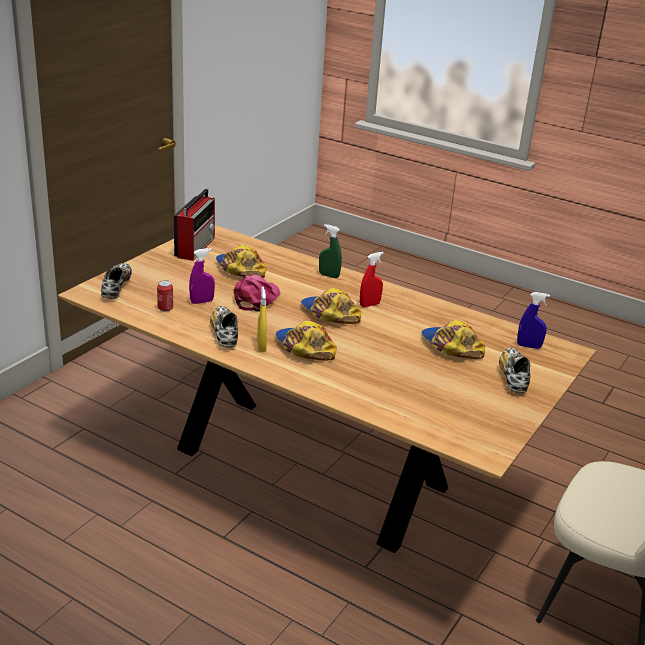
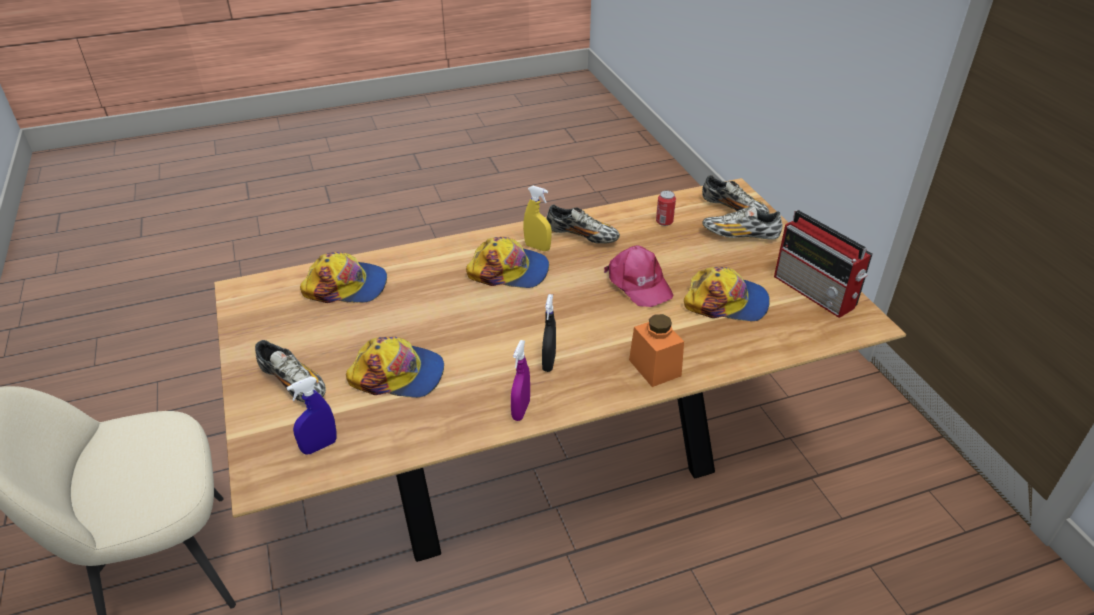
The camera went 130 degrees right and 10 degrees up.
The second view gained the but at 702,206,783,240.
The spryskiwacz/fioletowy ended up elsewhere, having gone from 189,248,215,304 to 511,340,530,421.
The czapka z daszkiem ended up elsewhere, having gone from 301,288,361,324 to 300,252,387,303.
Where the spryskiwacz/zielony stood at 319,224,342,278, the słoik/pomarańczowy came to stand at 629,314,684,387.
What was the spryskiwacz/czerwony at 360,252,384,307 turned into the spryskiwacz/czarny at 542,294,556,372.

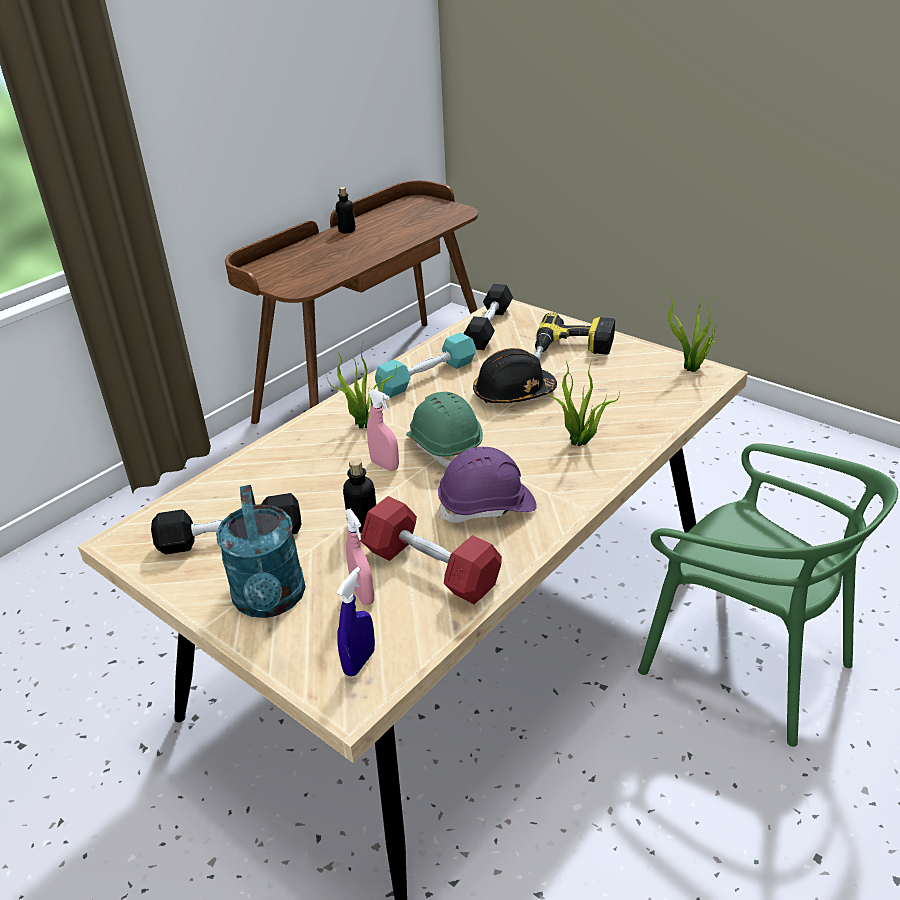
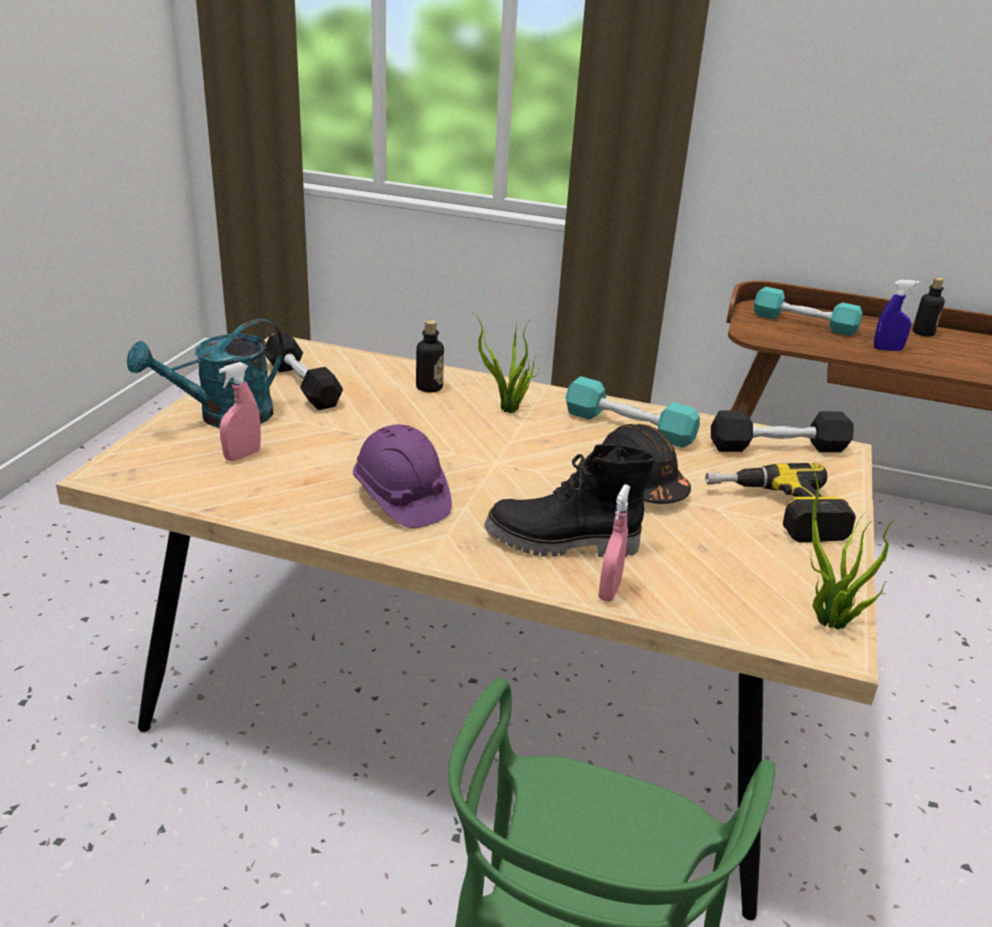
The camera went 65 degrees right and 5 degrees down.
The second view lost the hantel/czerwony at 360,496,502,604.
The second view lost the kask/zielony at 406,392,483,467.
The second view gained the hantel/turkusowy at 754,287,862,336.
The spryskiwacz/niebieski ended up elsewhere, having gone from 337,567,375,677 to 874,280,919,351.
The butelka ended up elsewhere, having gone from 343,459,377,533 to 416,320,444,392.
The spryskiwacz/różowy ended up elsewhere, having gone from 367,389,399,471 to 598,484,630,602.
Where the roślina doniczkowa stood at 546,357,620,446, the but z cholewką/czarny came to stand at 484,444,655,557.

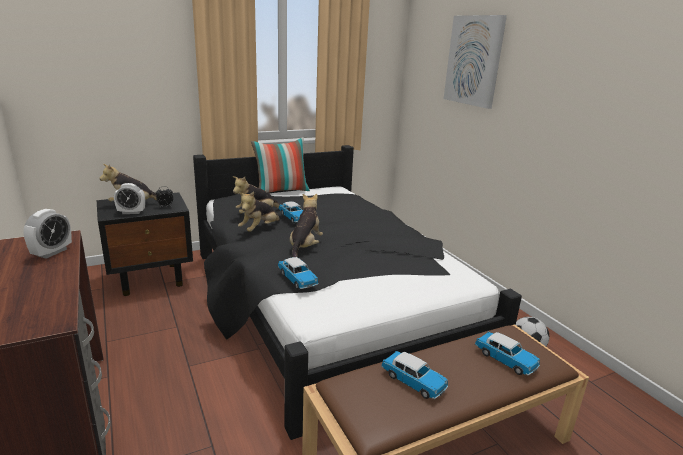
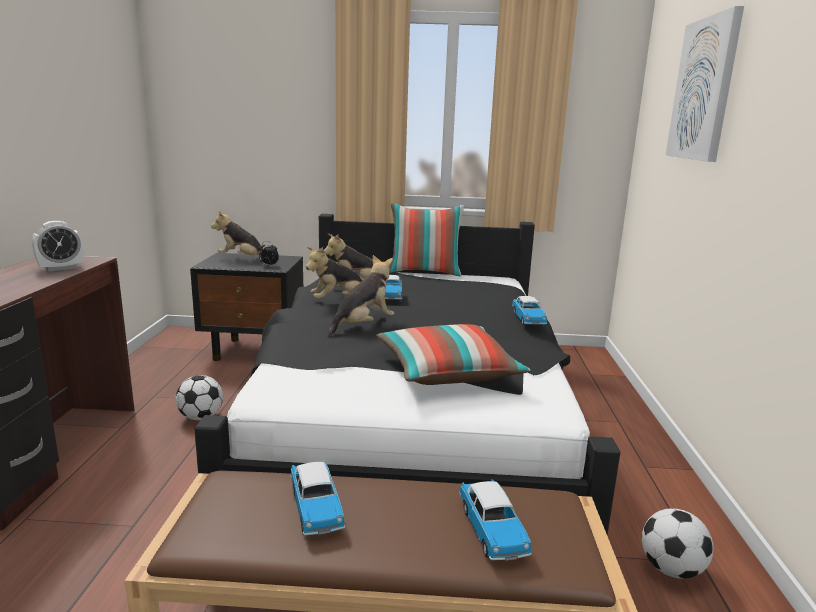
The camera went 30 degrees right and 5 degrees down.
The second view lost the budzik at 114,183,145,214.
The second view gained the piłka futbolowa at 176,375,223,420.
The second view gained the poduszka at 376,324,531,385.
The samochodzik ended up elsewhere, having gone from 278,257,319,290 to 512,296,547,326.

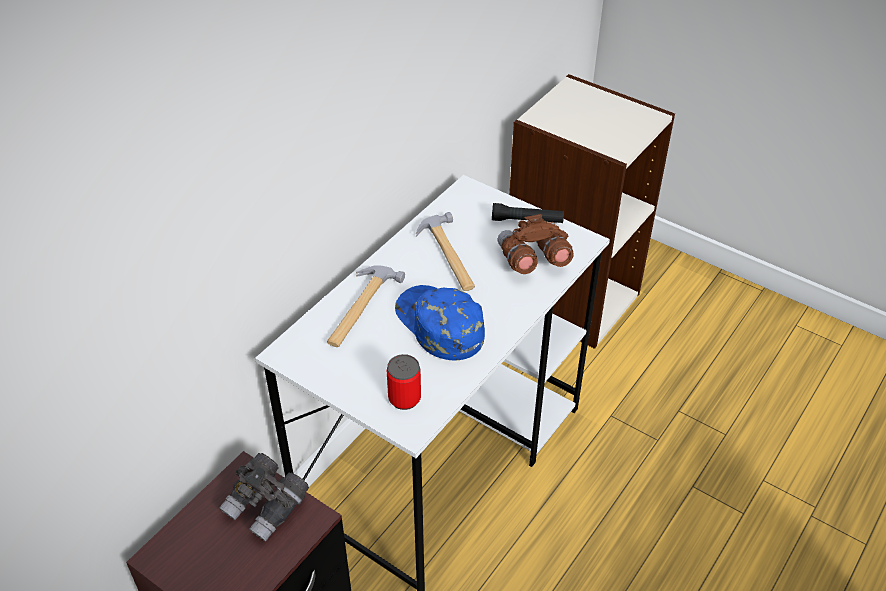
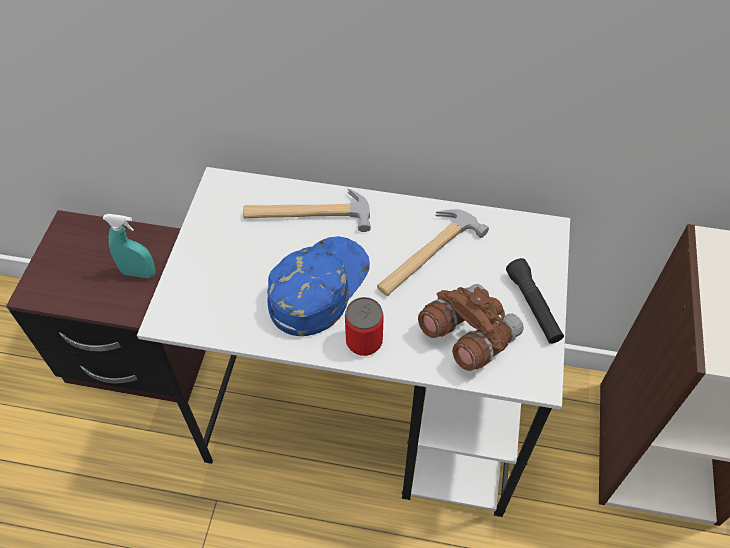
The camera went 65 degrees right and 10 degrees up.
The puszka ended up elsewhere, having gone from 387,354,421,410 to 345,297,384,356.
Where the lornetka/szary stood at 219,453,309,541, the spryskiwacz/turkusowy came to stand at 103,214,156,278.

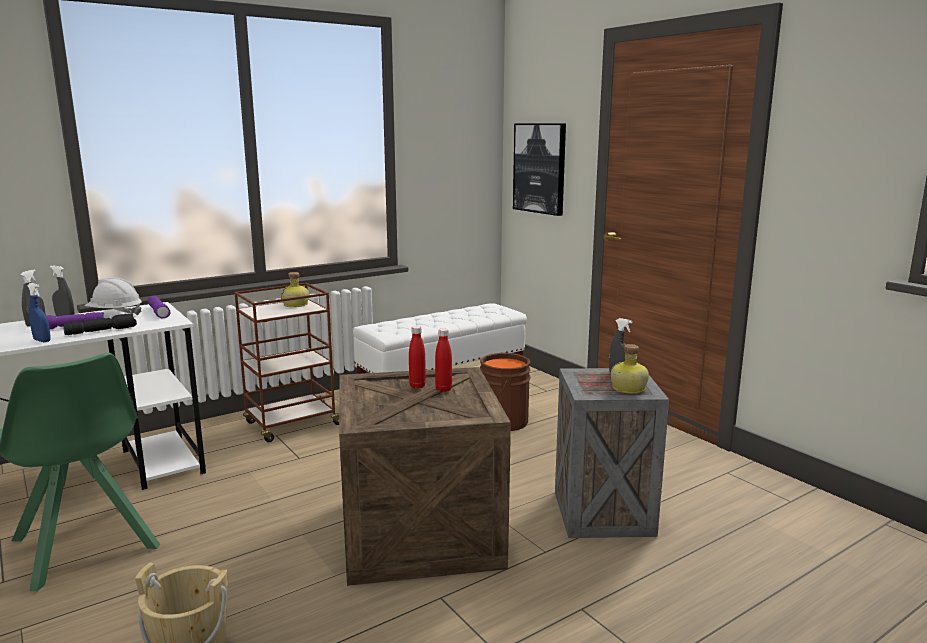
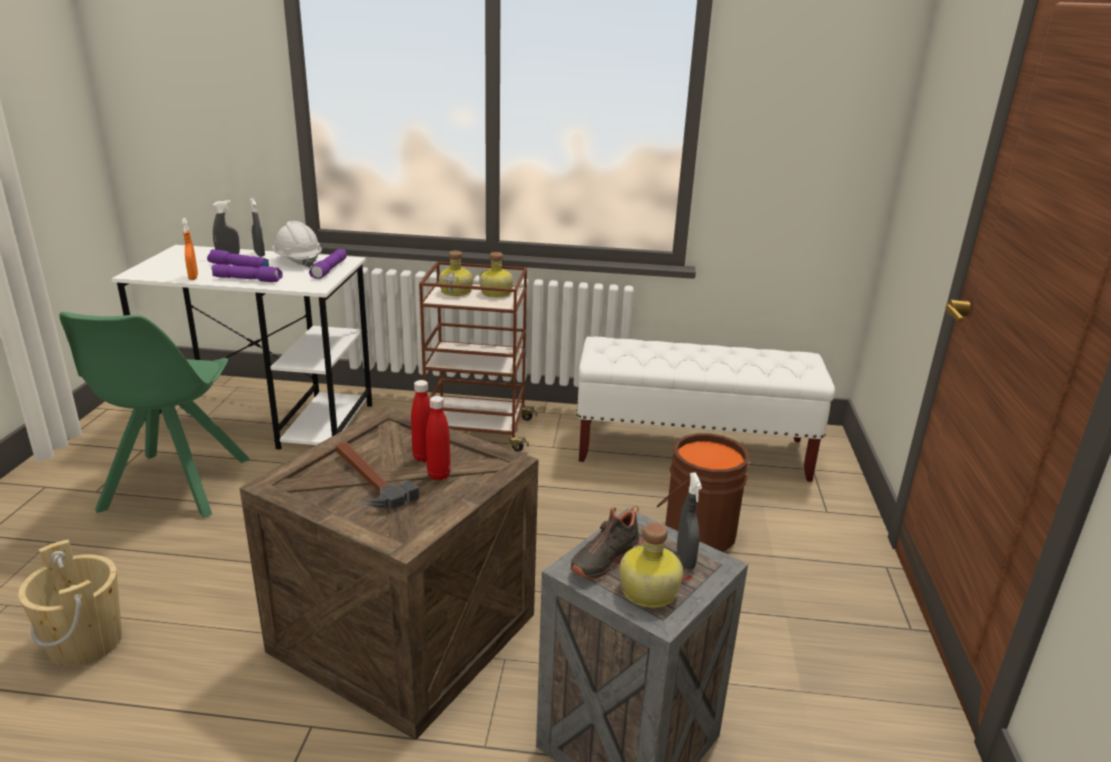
The camera went 40 degrees right and 10 degrees up.
The second view lost the obraz at 513,123,566,216.
The second view gained the młotek at 336,442,419,510.
The second view gained the butelka at 439,251,473,296.
The second view gained the but/czarny at 571,506,639,579.
What was the spryskiwacz/niebieski at 27,283,51,342 turned into the spryskiwacz/pomarańczowy at 182,218,198,280.
What was the latarka/czarny at 63,313,137,335 turned into the latarka/fioletowy at 211,264,283,282.

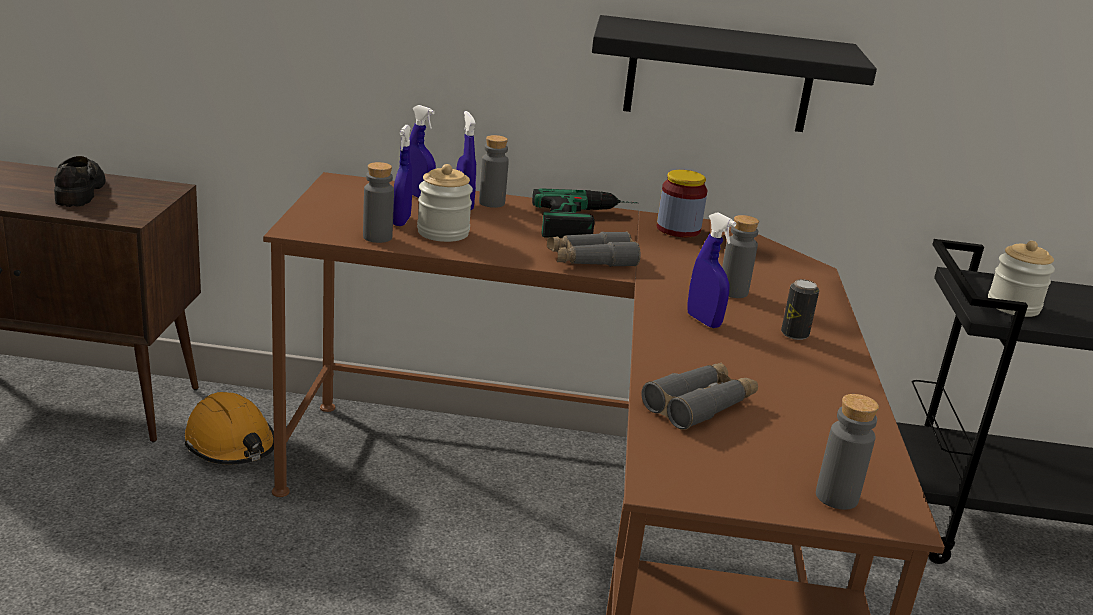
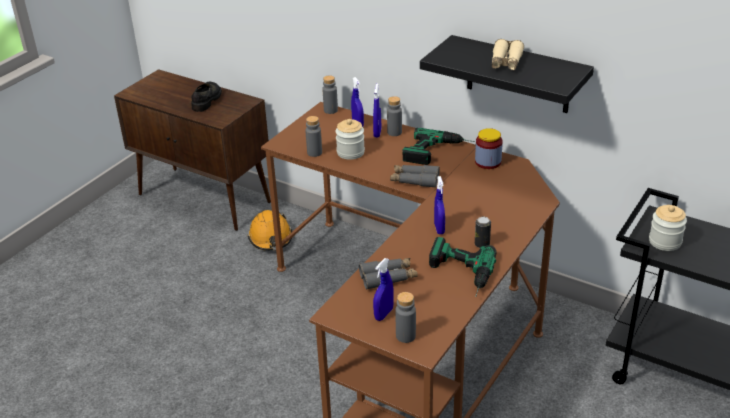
The camera went 30 degrees right and 10 degrees up.
The second view gained the wiertarka at 429,237,497,295.
The second view gained the lornetka/beżowy at 492,39,524,70.
The spryskiwacz/niebieski ended up elsewhere, having gone from 393,125,413,226 to 373,258,394,321.
The butelka/szary ended up elsewhere, having gone from 722,215,759,298 to 323,75,338,114.

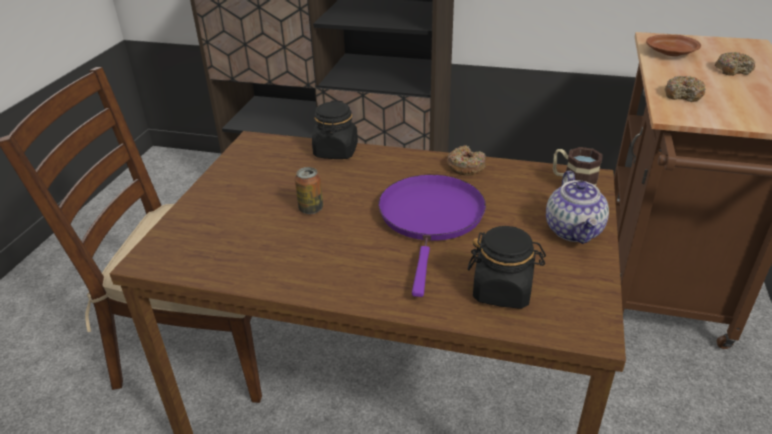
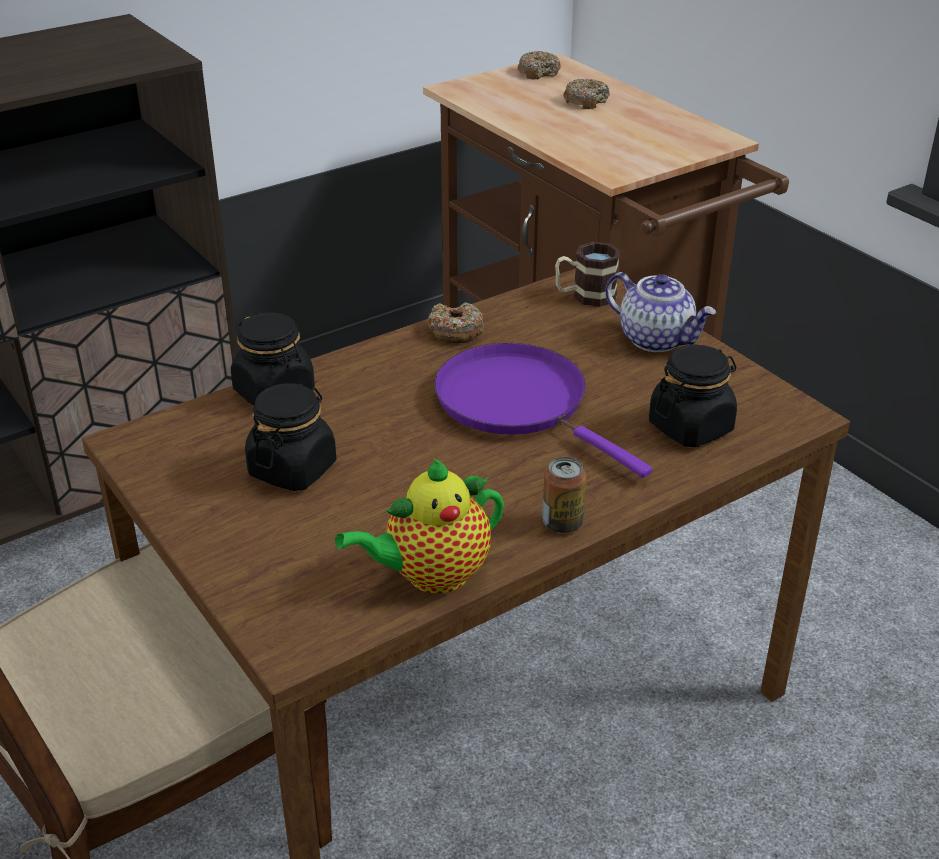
The camera went 50 degrees left and 0 degrees up.
The second view lost the talerz/brązowy at 646,35,701,56.
The second view gained the słoik/czarny at 245,383,337,491.
The second view gained the imbryk at 335,459,504,594.
The puszka ended up elsewhere, having gone from 295,167,323,214 to 542,457,586,533.
The donut ended up elsewhere, having gone from 664,76,706,102 to 518,51,561,79.

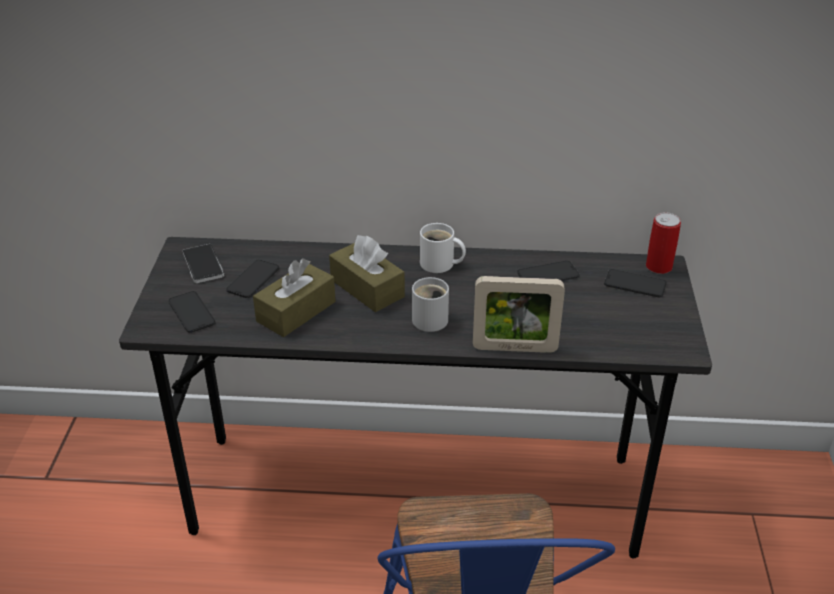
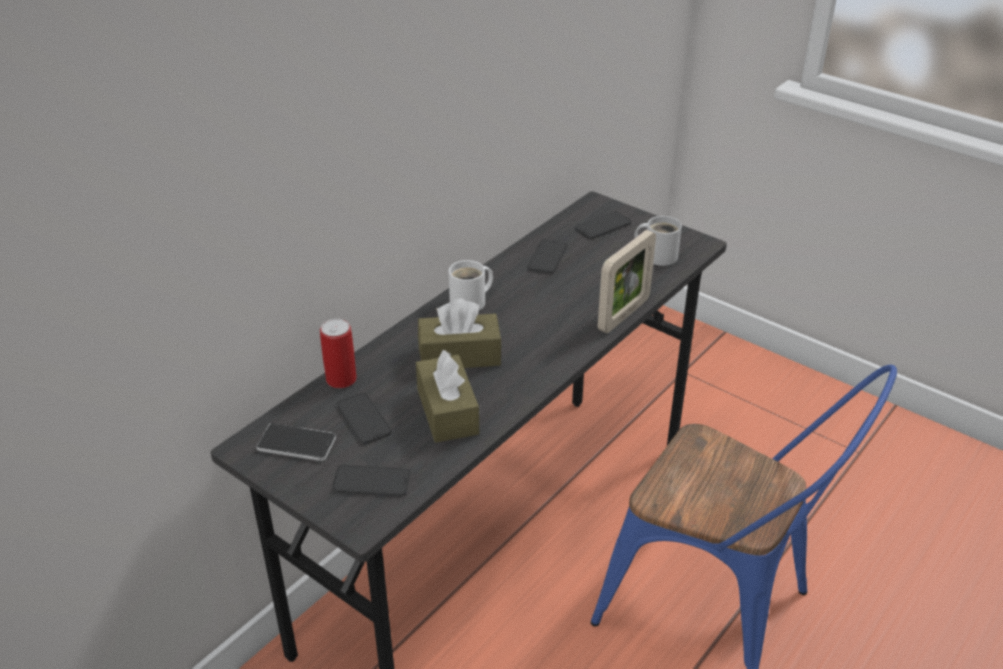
The camera went 55 degrees left and 0 degrees up.
The kubek/biały ended up elsewhere, having gone from 412,277,449,332 to 634,216,682,266.
The puszka ended up elsewhere, having gone from 646,212,681,274 to 320,319,357,388.

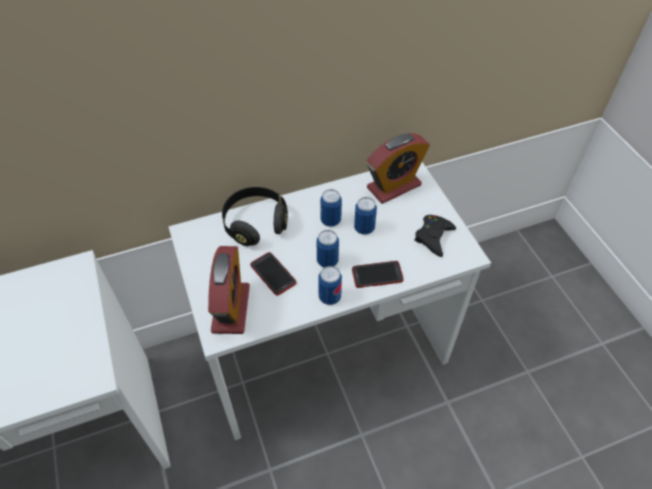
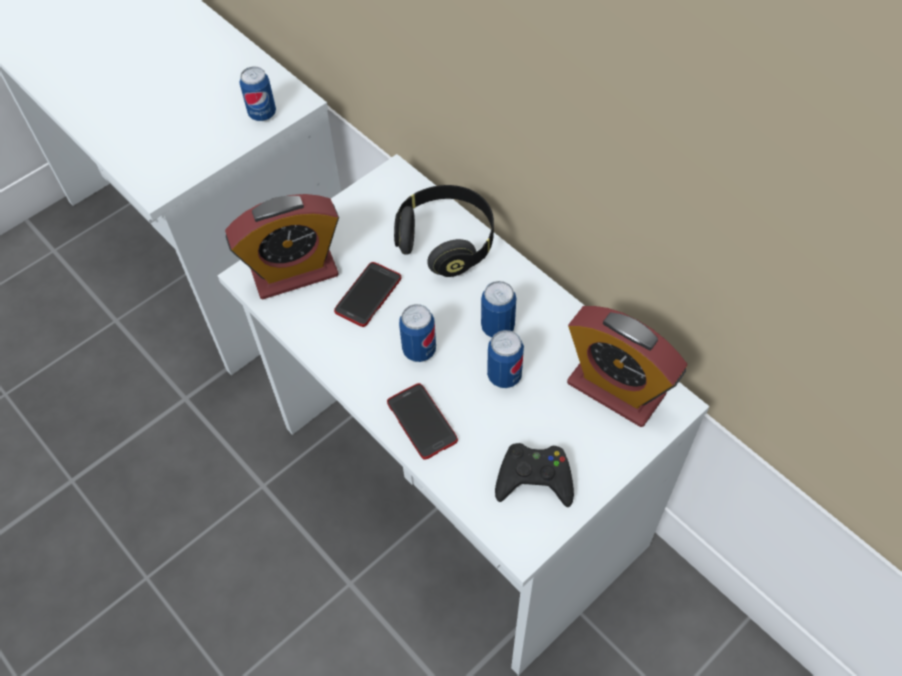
The camera went 70 degrees right and 5 degrees up.
The puszka ended up elsewhere, having gone from 318,266,342,305 to 239,67,276,121.

